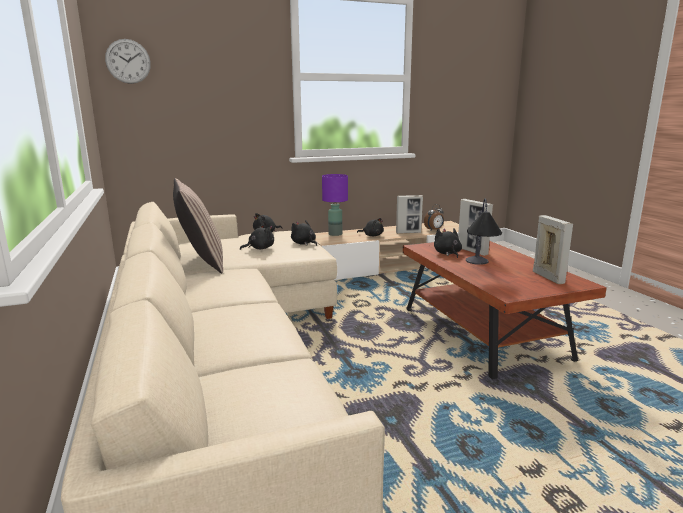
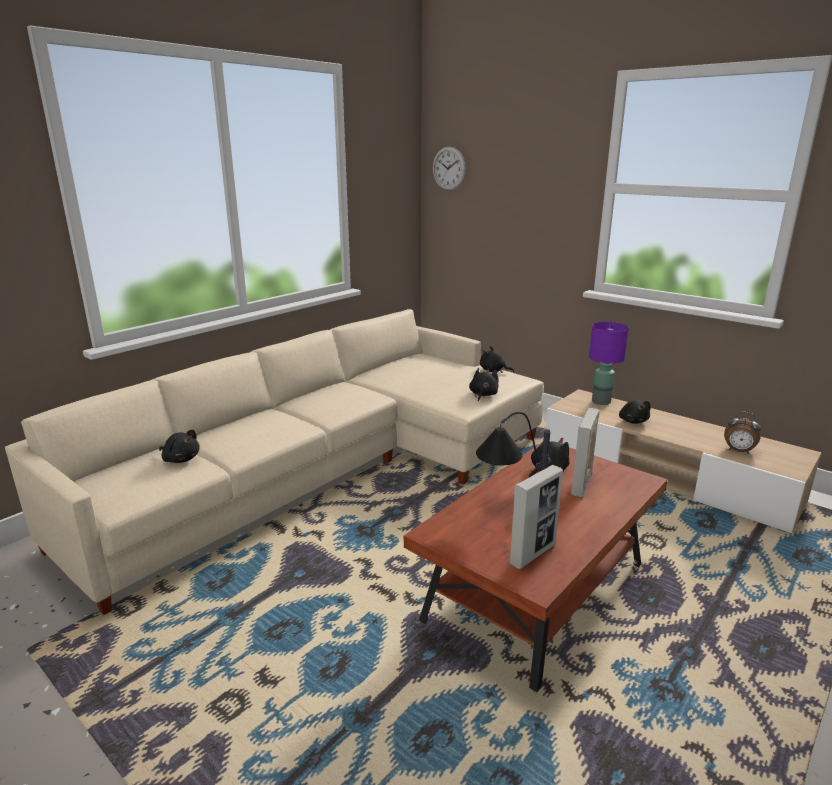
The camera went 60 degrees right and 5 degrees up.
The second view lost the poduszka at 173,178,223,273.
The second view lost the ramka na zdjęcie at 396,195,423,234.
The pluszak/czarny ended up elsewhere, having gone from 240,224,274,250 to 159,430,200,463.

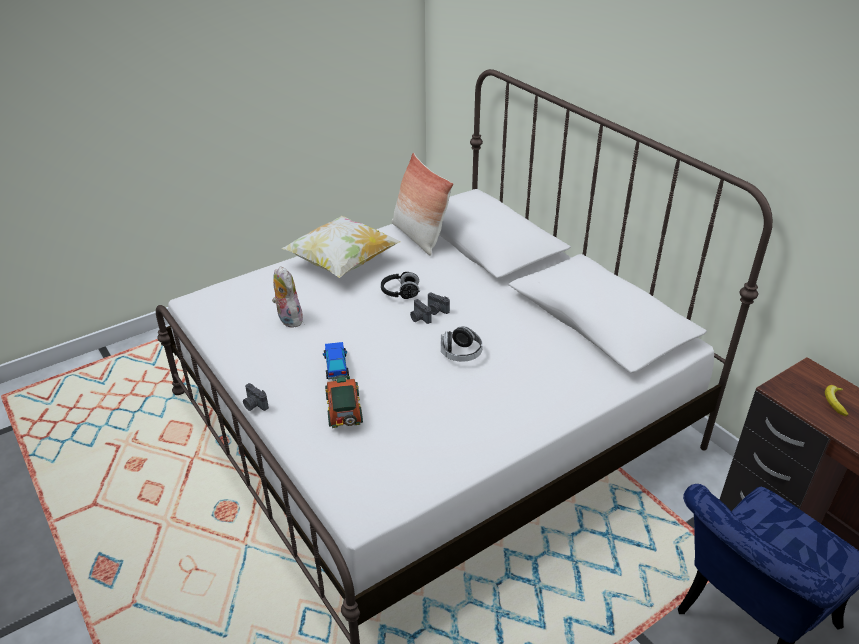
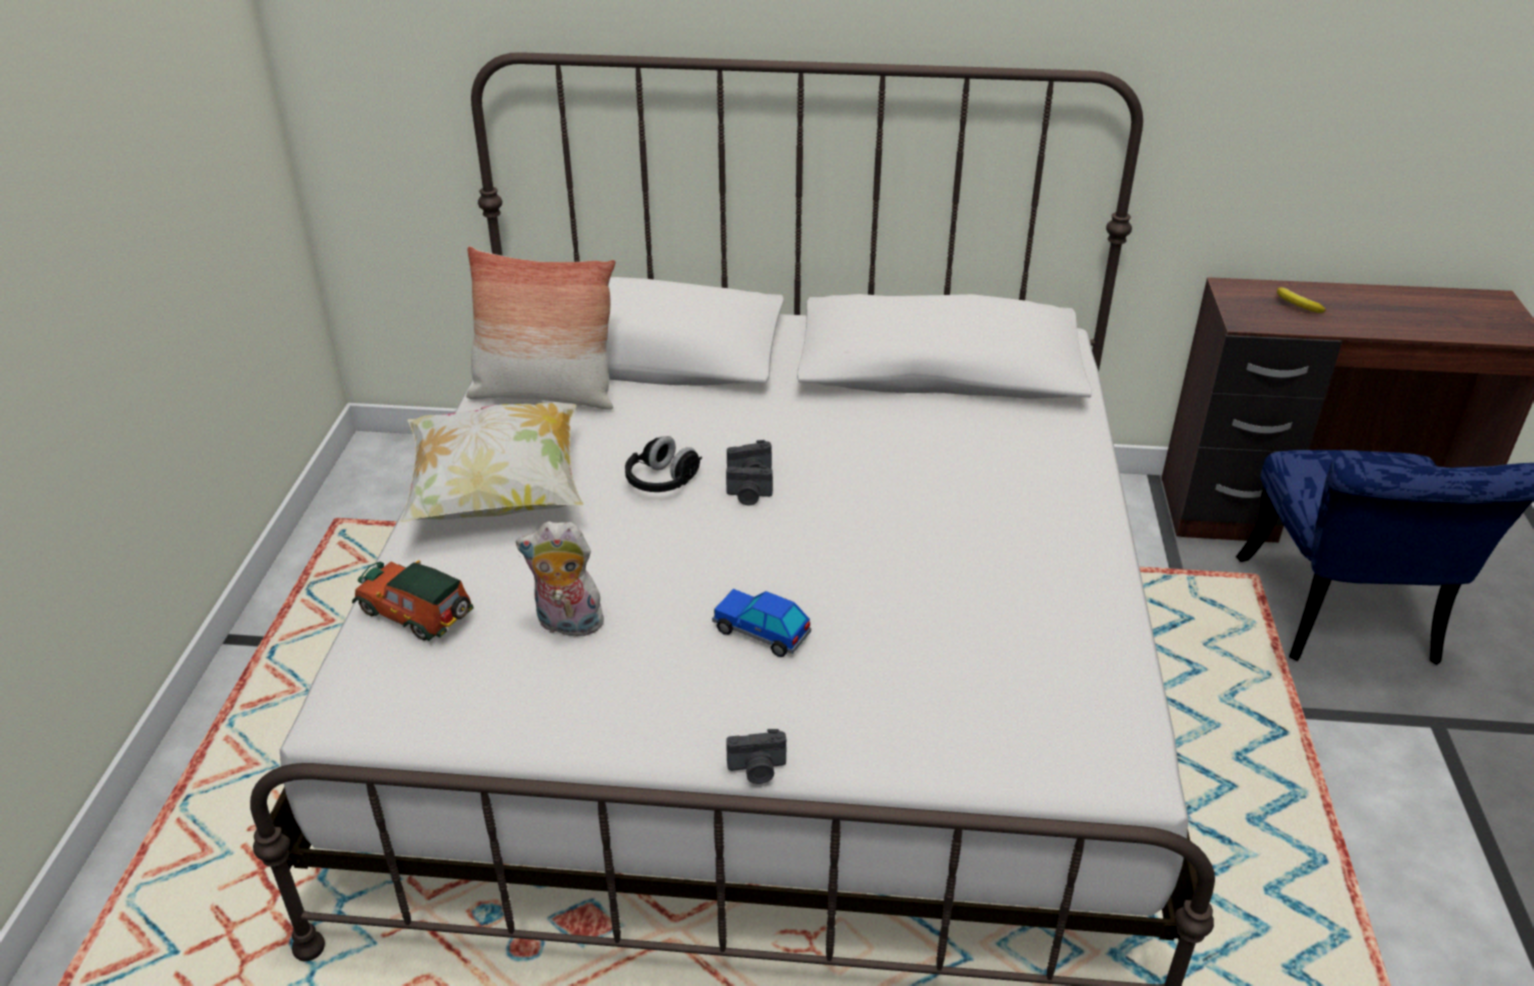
The camera went 50 degrees left and 0 degrees up.
The second view lost the słuchawki at 441,326,483,361.
The samochodzik ended up elsewhere, having gone from 325,375,363,428 to 352,560,474,641.

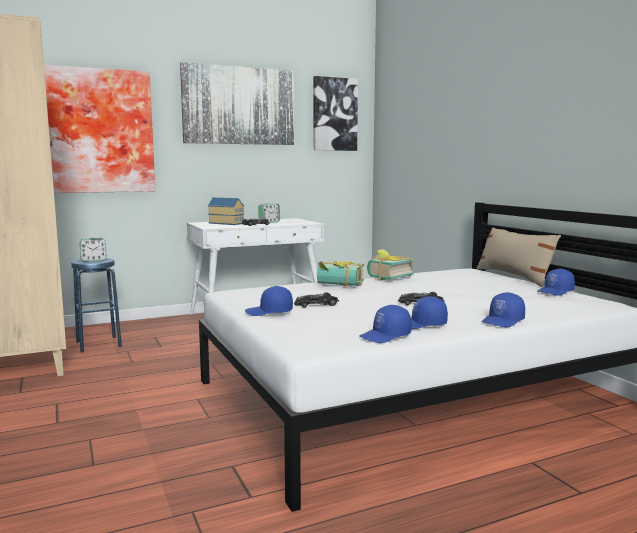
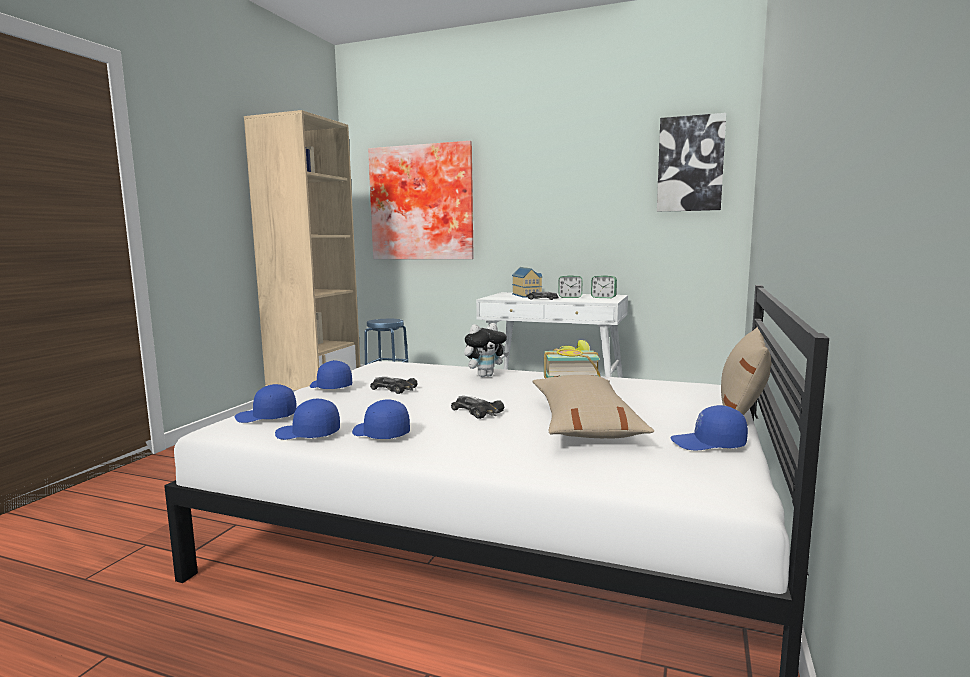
The camera went 45 degrees right and 0 degrees up.
The second view lost the obraz at 180,62,294,145.
The second view gained the poduszka/beżowy at 533,375,654,438.
The budzik ended up elsewhere, having gone from 80,238,106,262 to 591,275,617,298.
The czapka z daszkiem/niebieski ended up elsewhere, having gone from 481,292,525,327 to 235,384,297,423.
Where the książka stood at 317,261,364,286, the pluszak came to stand at 464,323,509,377.

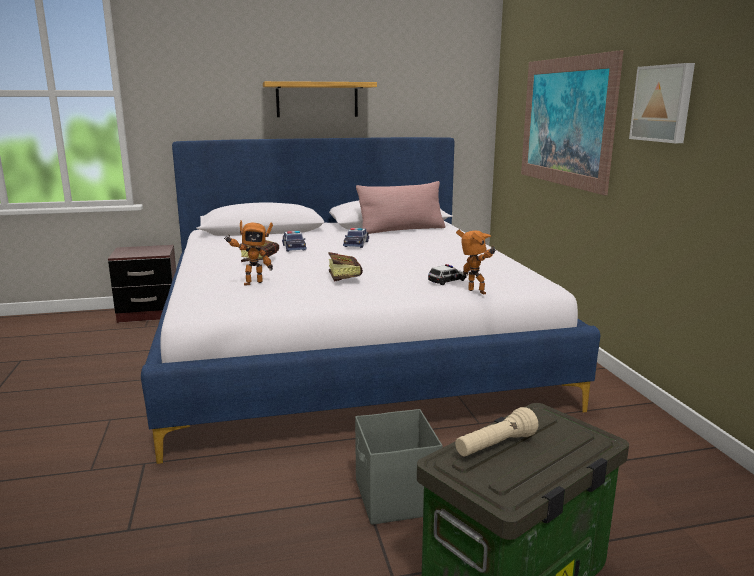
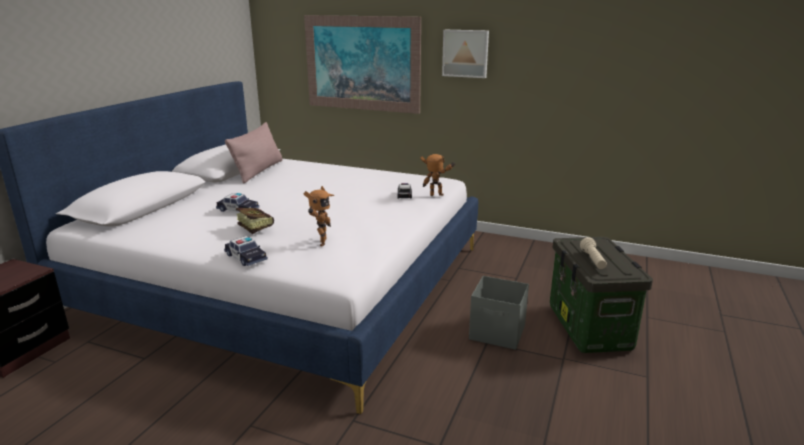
The camera went 55 degrees left and 5 degrees up.
The second view lost the półka at 263,81,377,117.
The second view lost the książka at 328,252,363,282.
The samochodzik ended up elsewhere, having gone from 343,228,369,248 to 224,236,268,266.

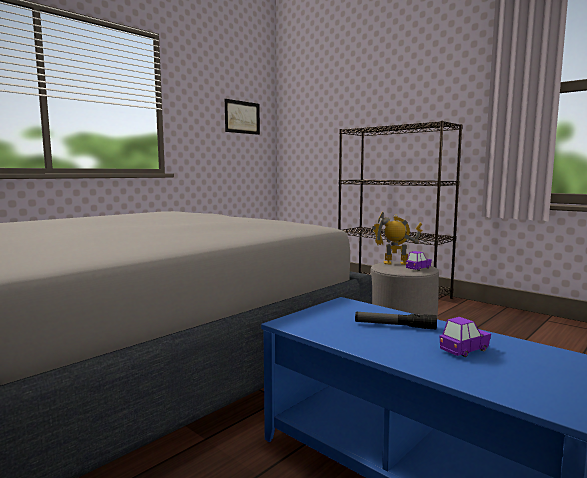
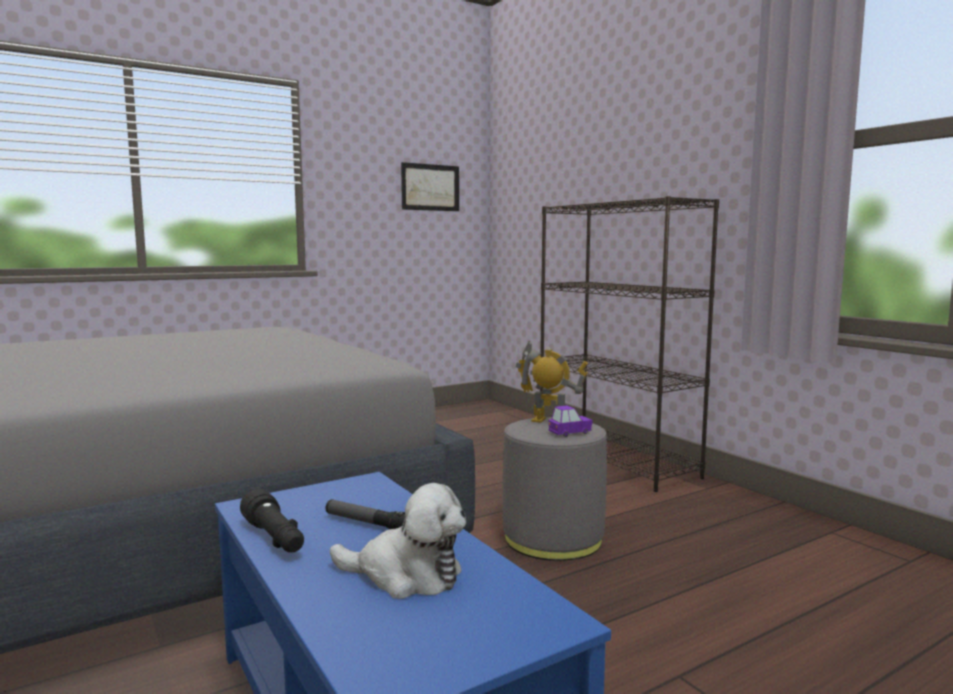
The camera went 15 degrees right and 0 degrees up.
The second view gained the latarka/czarny at 240,489,304,553.
Where the samochodzik/fioletowy stood at 440,317,491,357, the pluszak came to stand at 330,483,466,599.

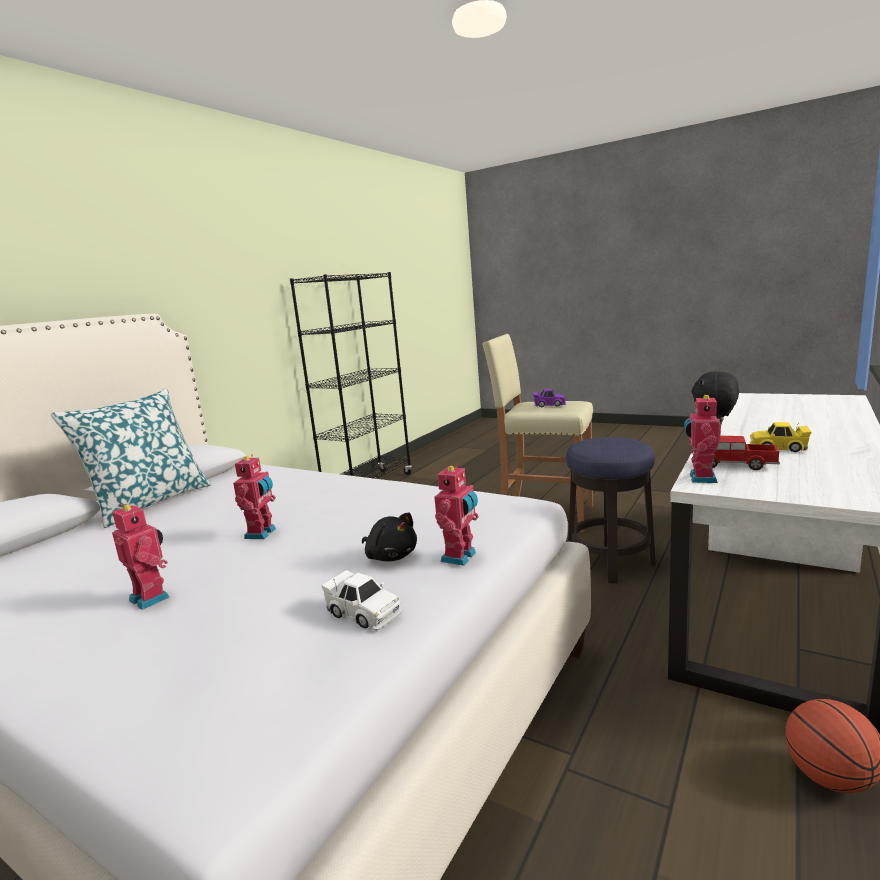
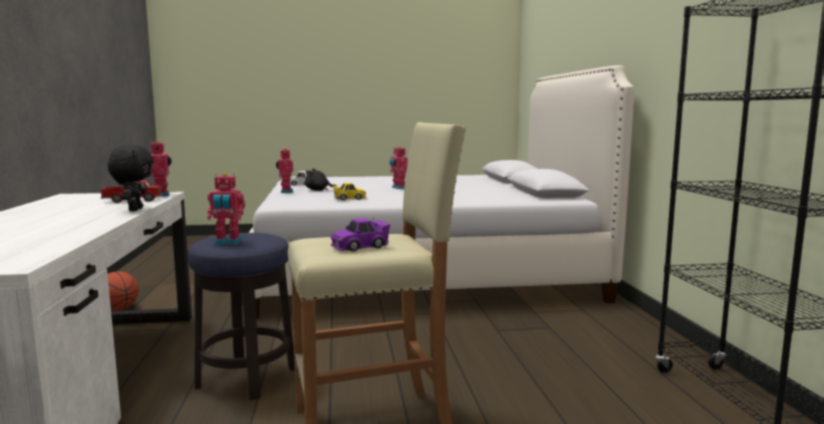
The camera went 140 degrees right and 5 degrees down.
The second view lost the poduszka at 51,388,211,528.
The robot zabawkowy ended up elsewhere, having gone from 112,504,169,610 to 207,173,245,245.
The samochodzik/żółty ended up elsewhere, having gone from 750,422,812,452 to 333,183,366,200.

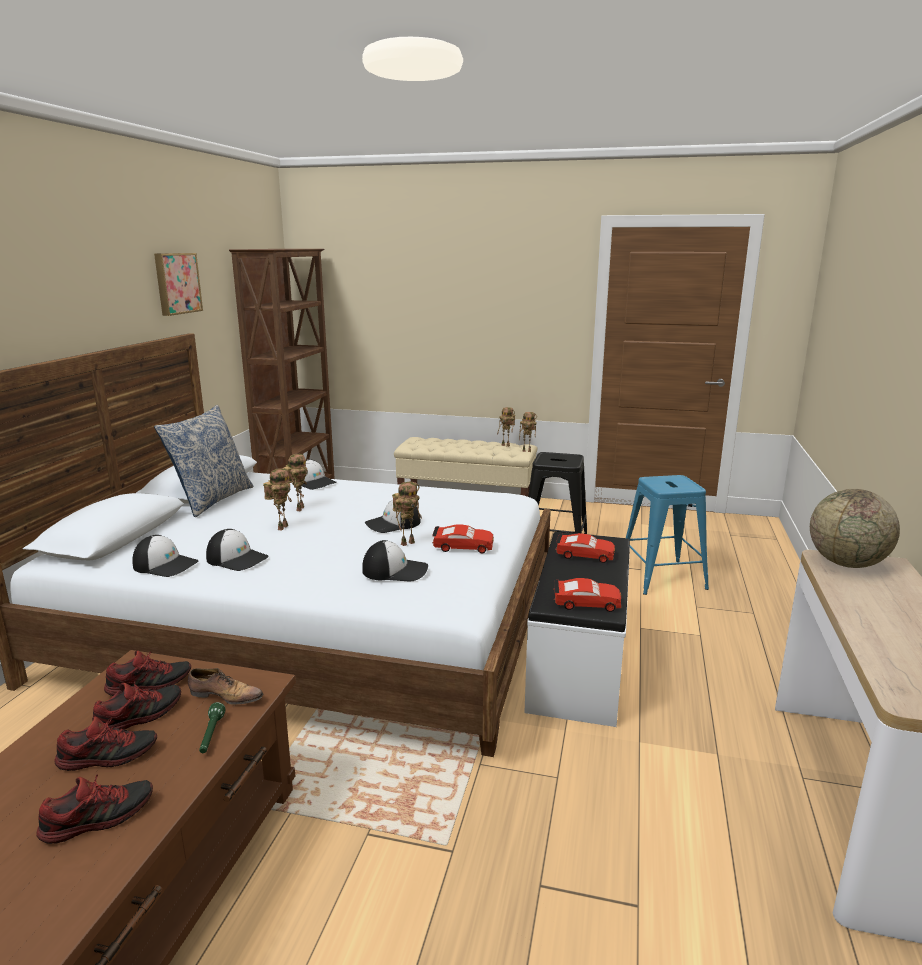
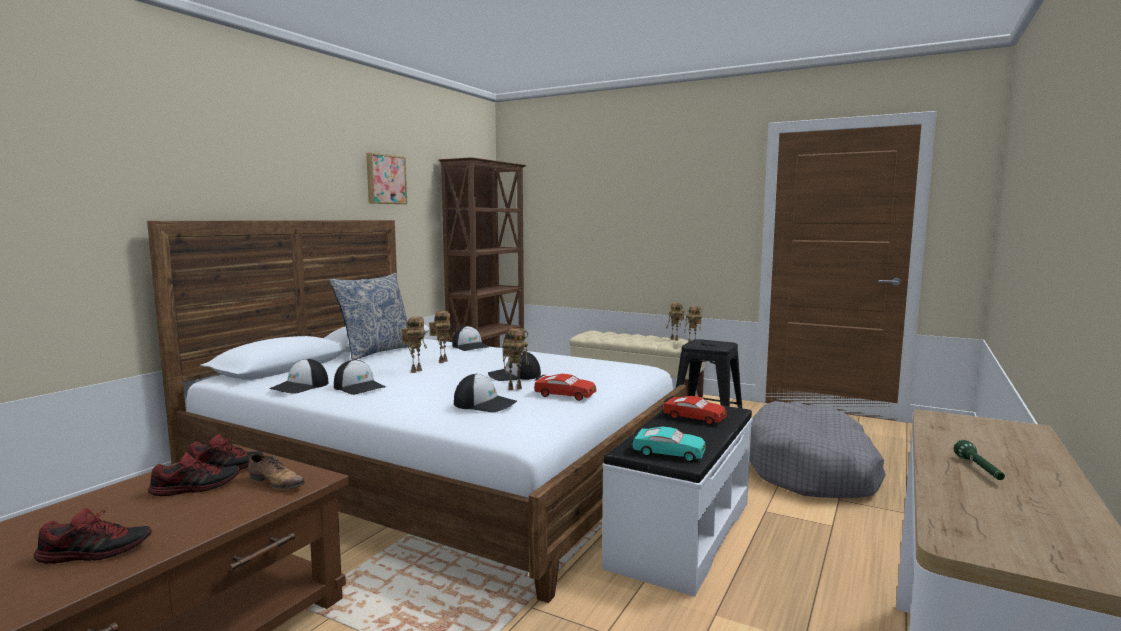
The camera went 15 degrees right and 10 degrees down.
The second view lost the but at 55,717,157,771.
The second view lost the globus at 810,489,900,568.
The latarka/zielony ended up elsewhere, having gone from 199,702,226,753 to 954,440,1005,480.
Where the stołek/niebieski stood at 626,475,709,595, the legowisko/szary came to stand at 749,401,885,498.
What was the samochodzik/czerwony at 553,578,621,612 turned into the samochodzik/turkusowy at 632,427,706,462.
The czapka z daszkiem at 132,535,198,577 ended up facing another way, 90 degrees clockwise from before.

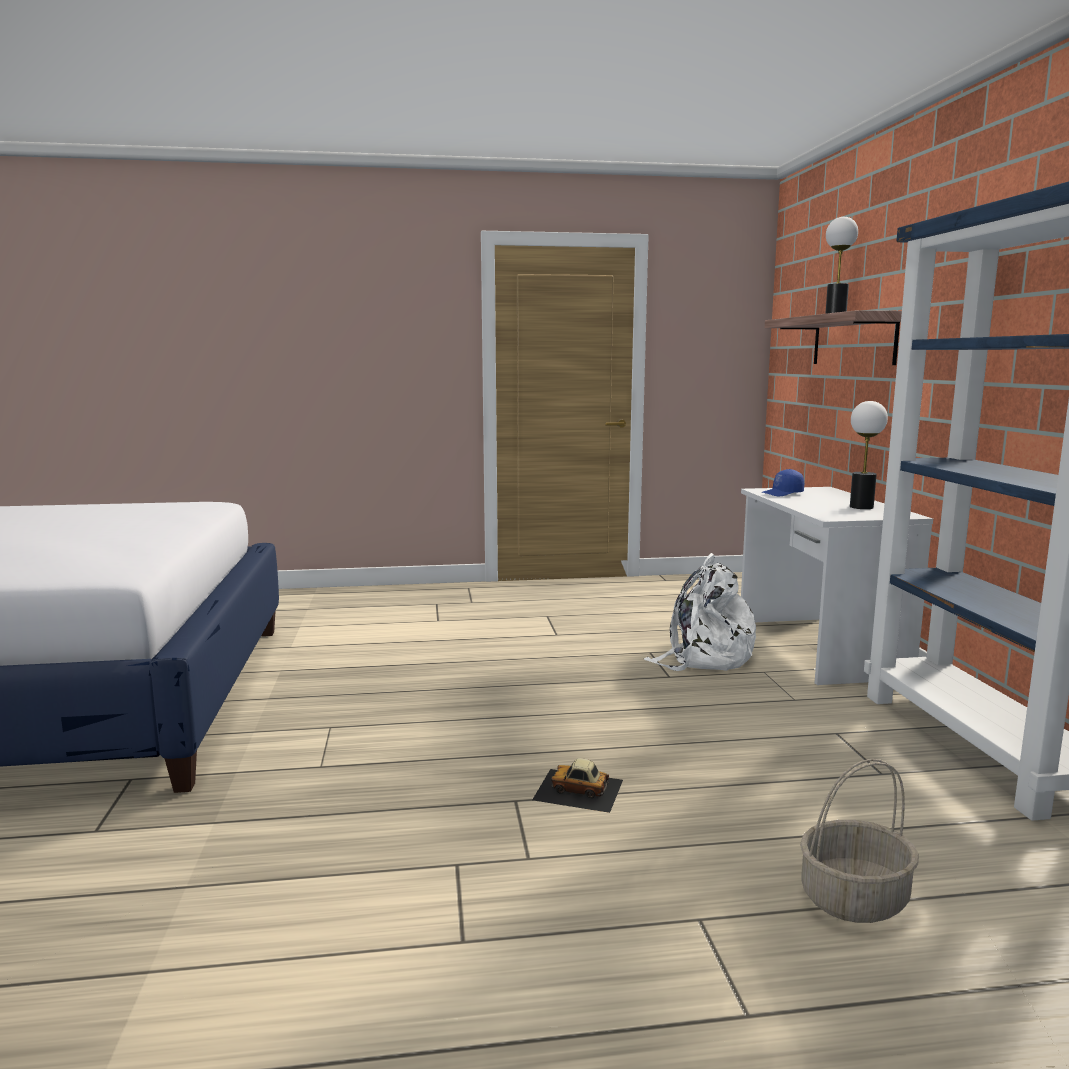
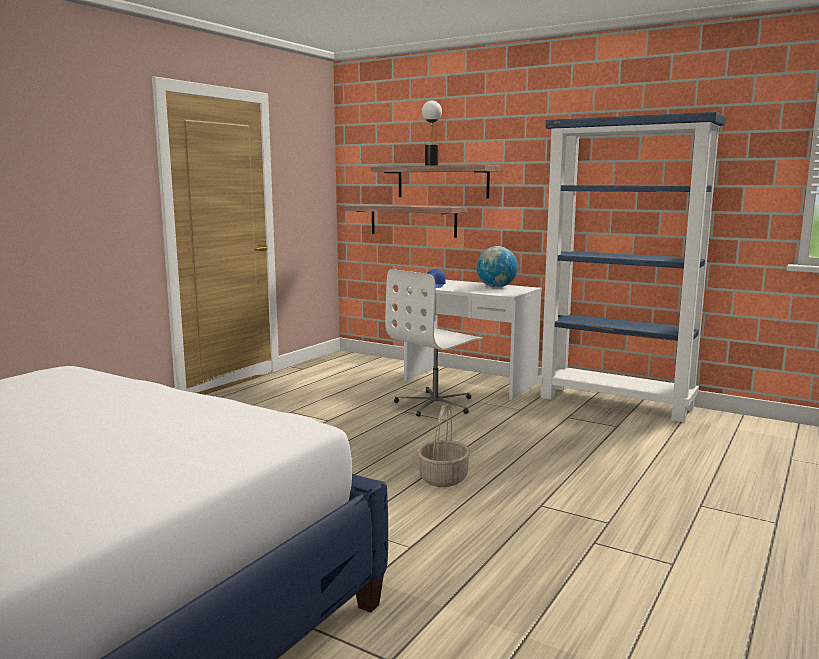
The camera went 50 degrees left and 0 degrees up.
The second view lost the samochodzik at 532,758,623,813.
The second view gained the półka at 344,205,468,238.
The koszyk ended up elsewhere, having gone from 800,759,919,923 to 417,403,470,487.
Where the plecak/biały stood at 644,553,756,671, the krzesło biurowe/biały came to stand at 385,269,483,417.
Where the lampa stołowa stood at 850,401,888,509, the globus came to stand at 476,246,518,288.

